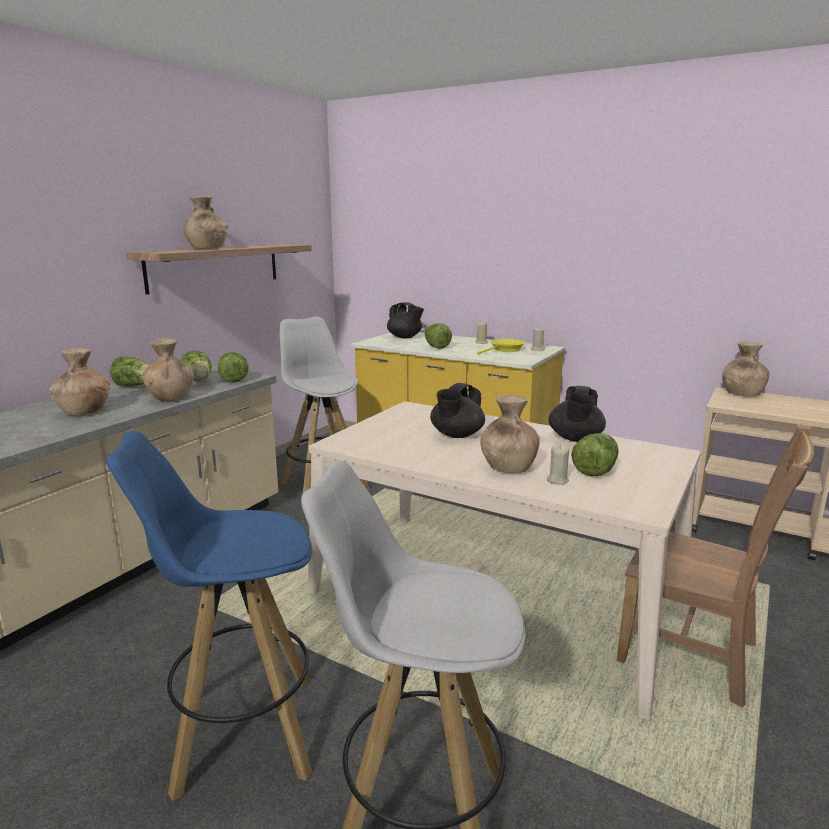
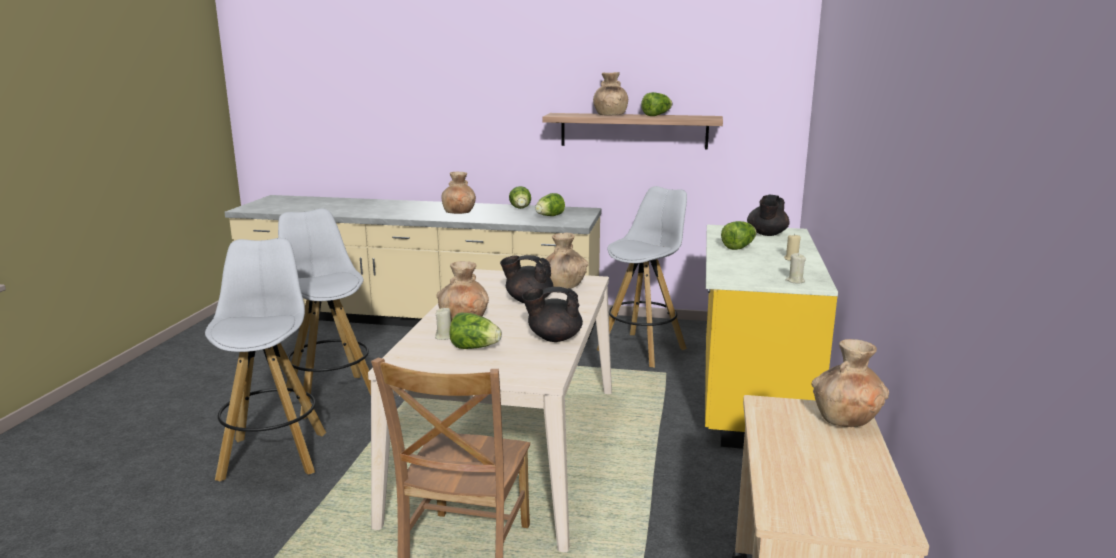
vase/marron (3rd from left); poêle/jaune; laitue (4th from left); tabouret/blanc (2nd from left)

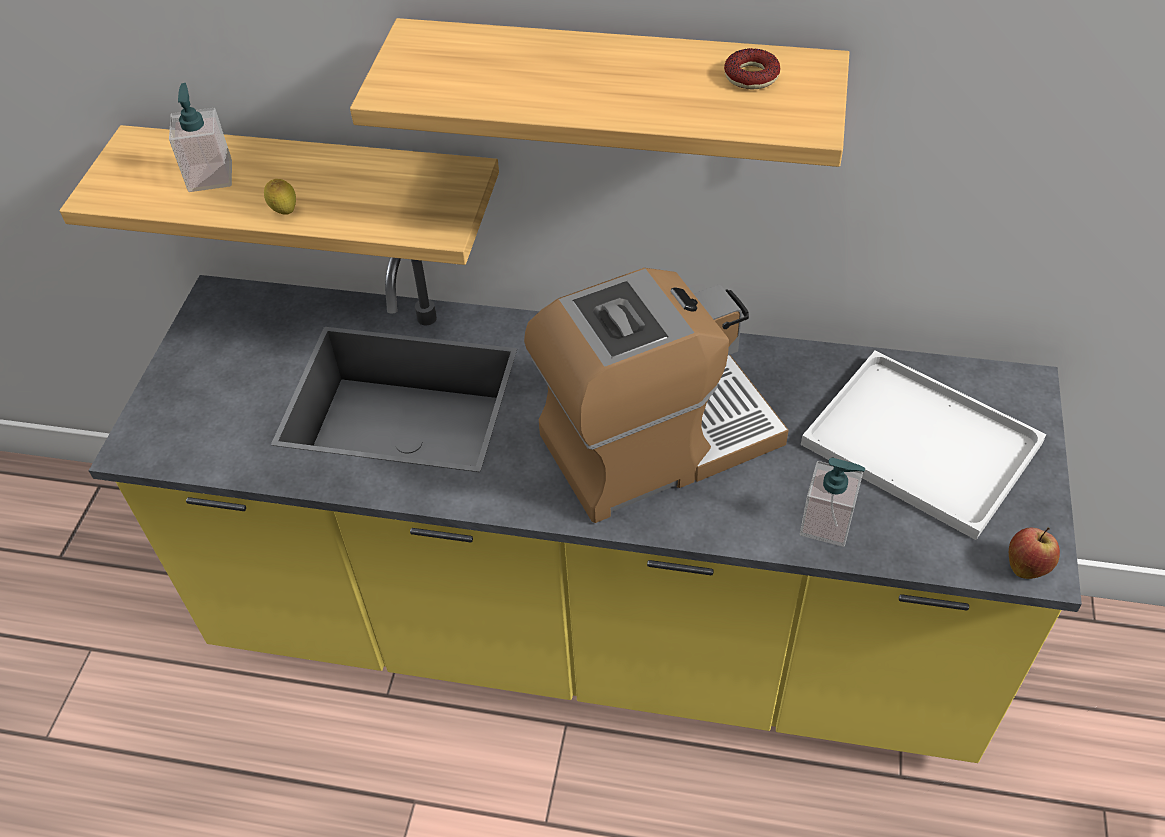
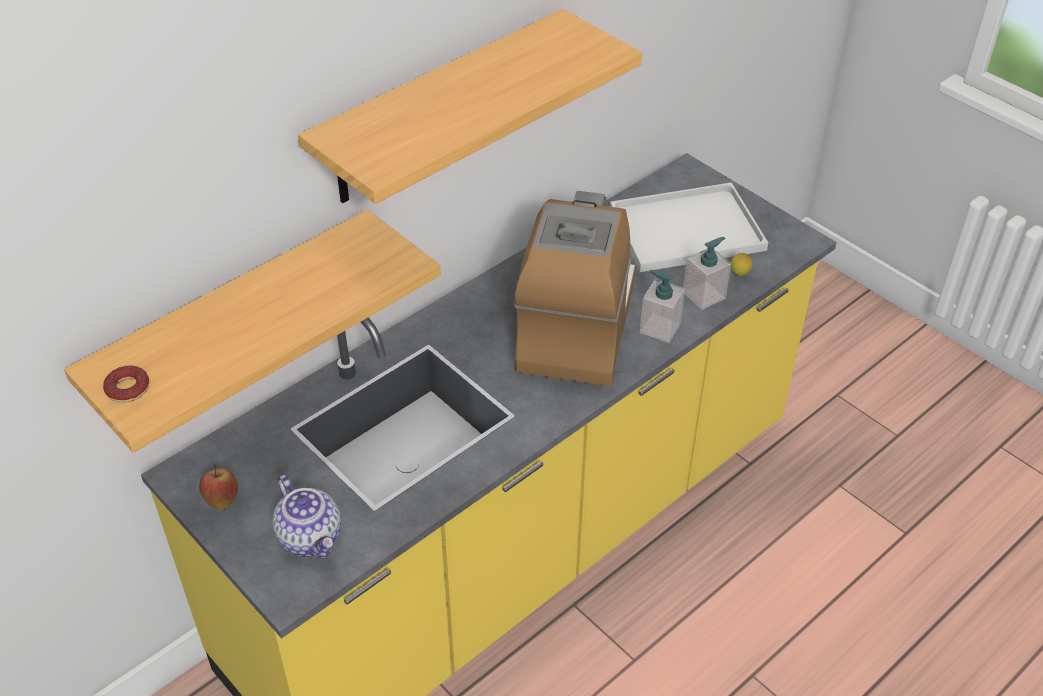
beignet; distributeur de savon (1st from left); citron; pomme; théière

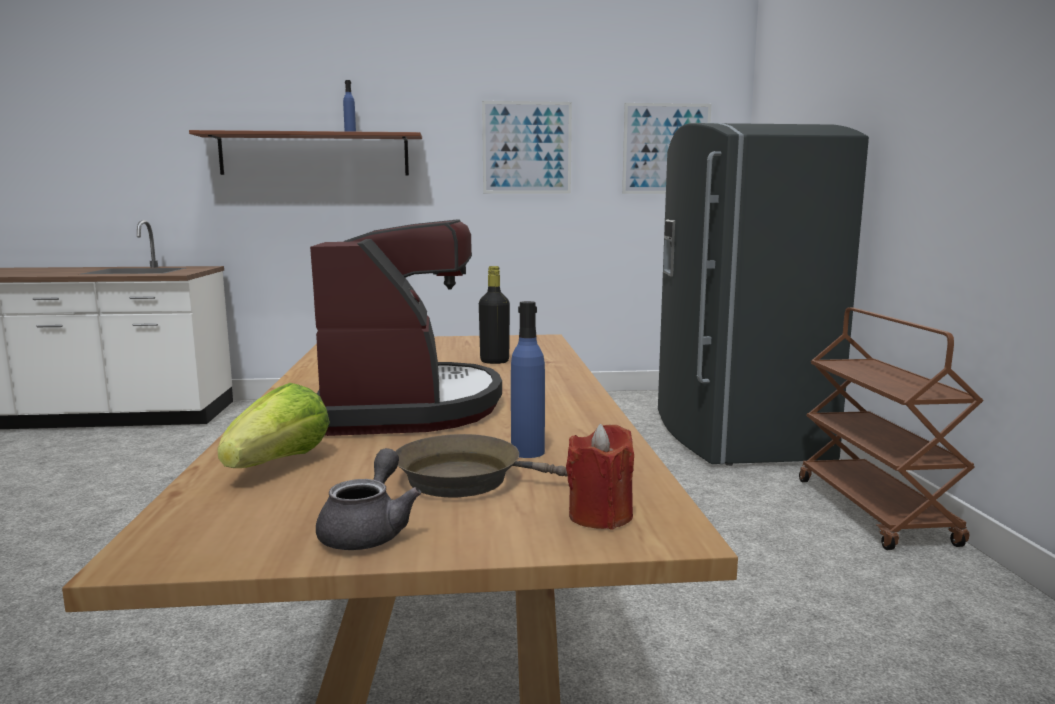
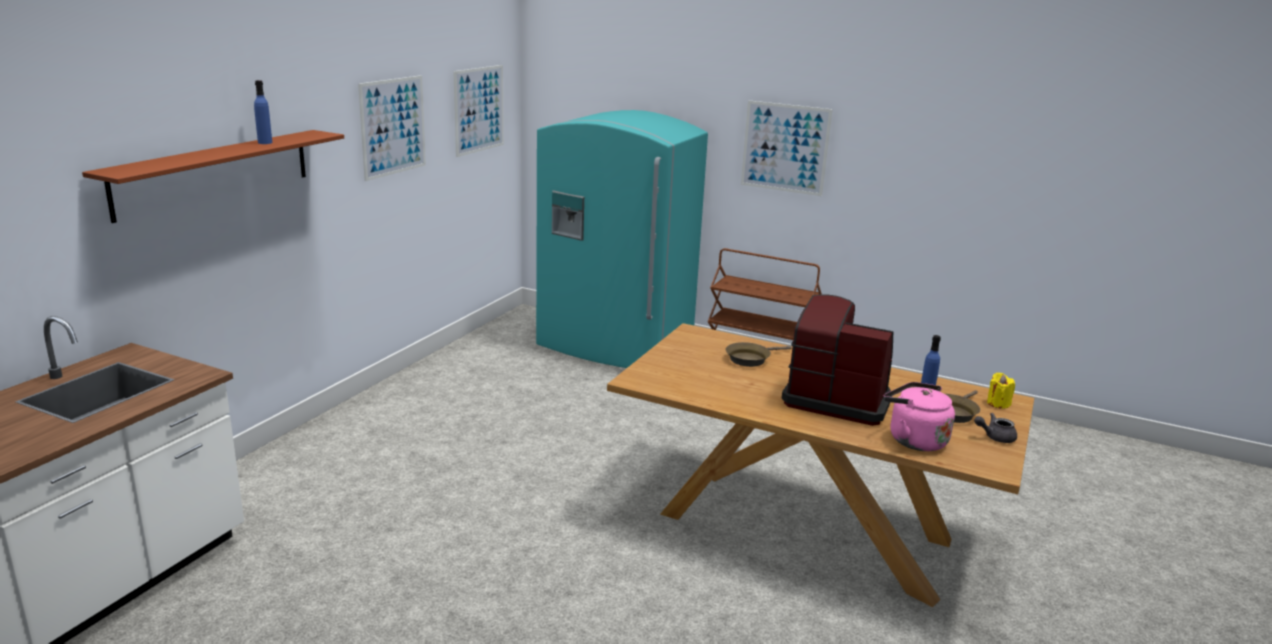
réfrigérateur/turquoise; poêle/marron (1st from left); bouilloire/rose; bougie/jaune; théière/gris; tableau (3rd from left)

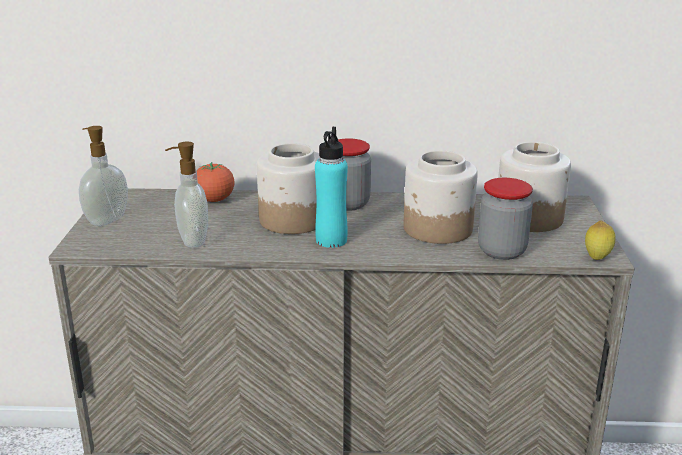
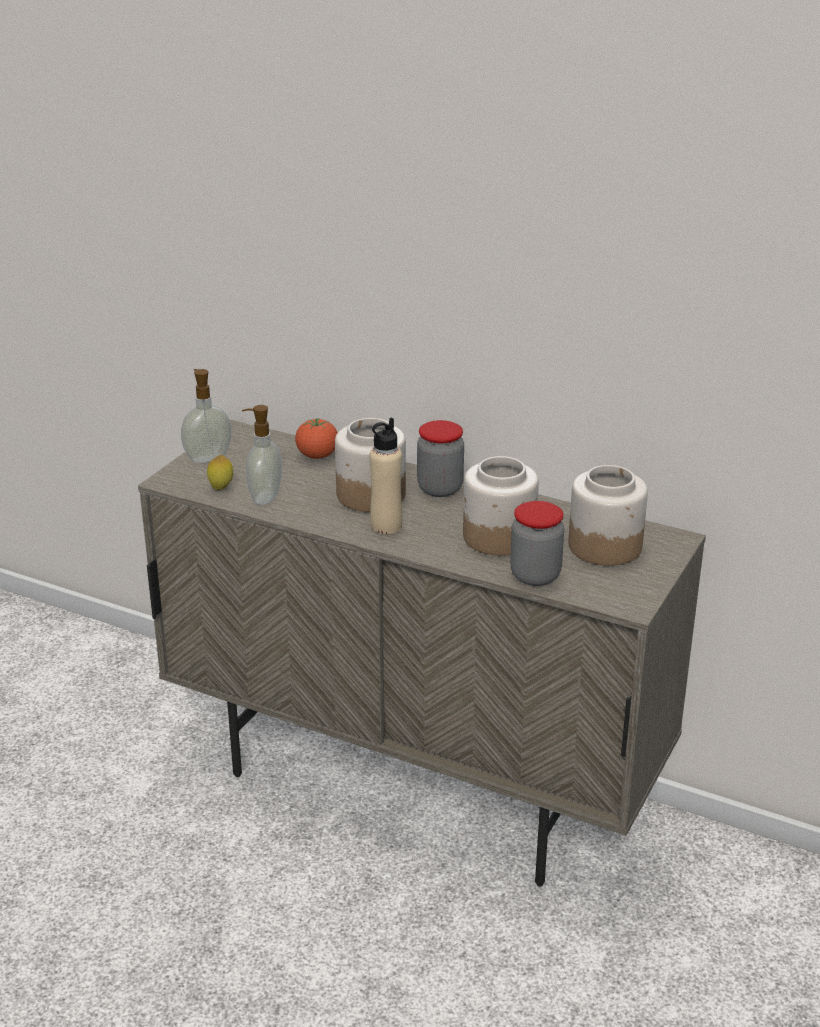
bouteille/beige; citron

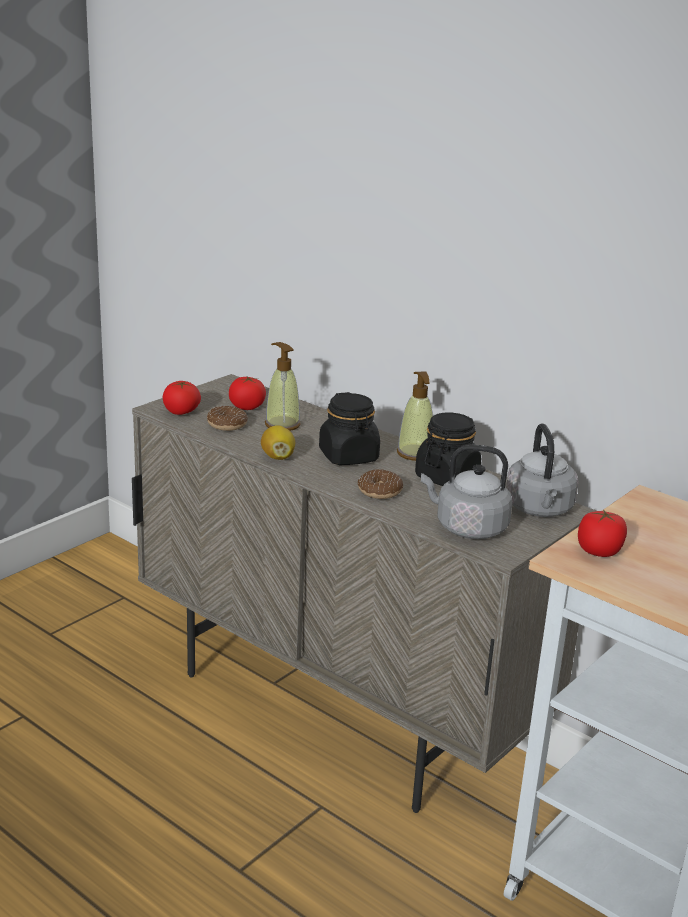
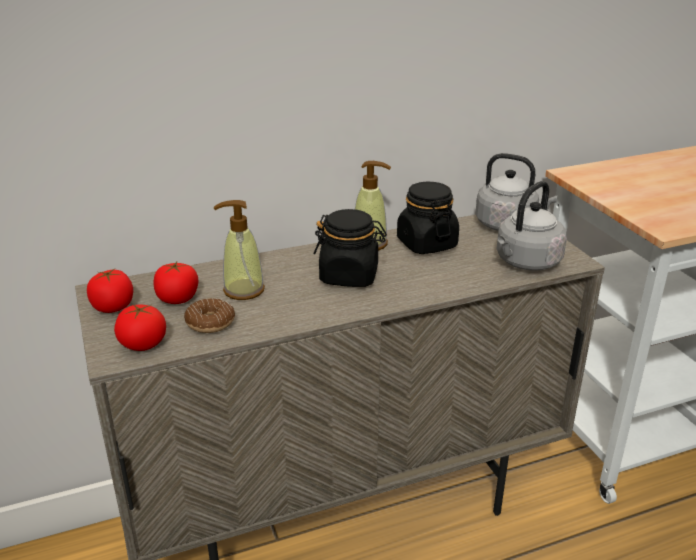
citron; beignet (2nd from left in the first image); tomate (1st from left)

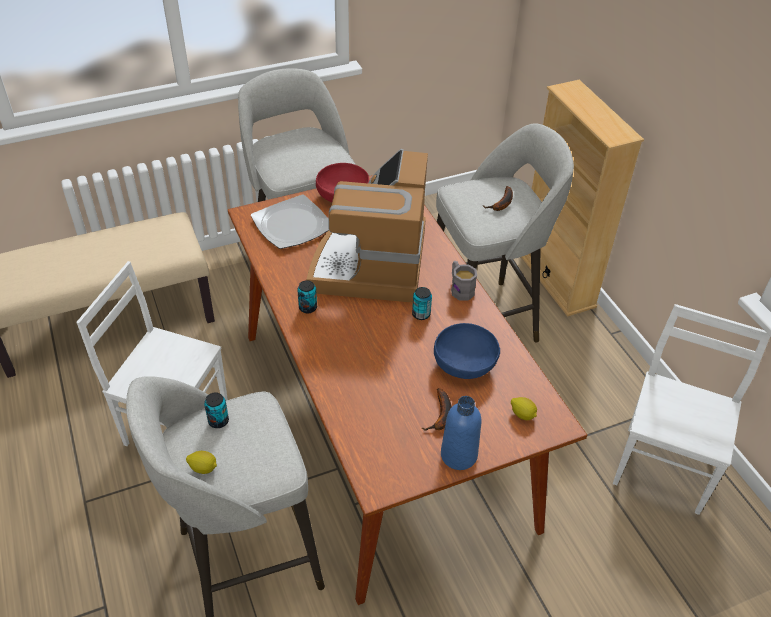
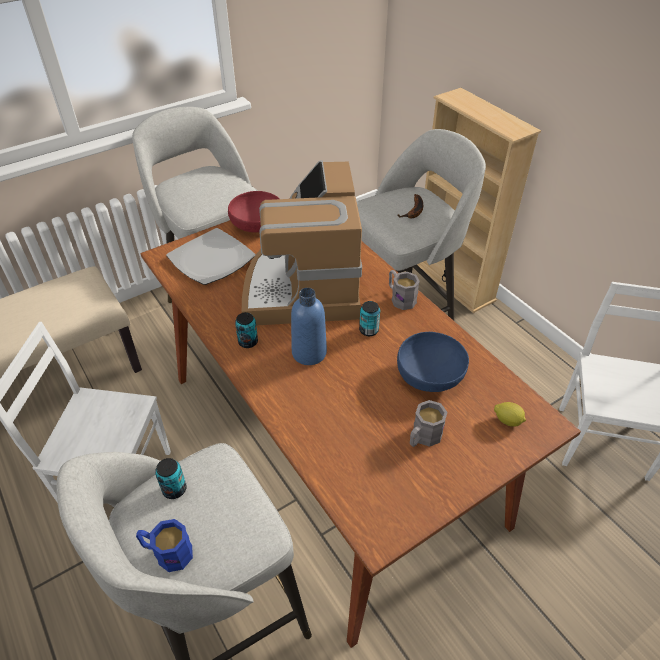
mug/gris (2nd from left); bouteille/bleu; mug/bleu

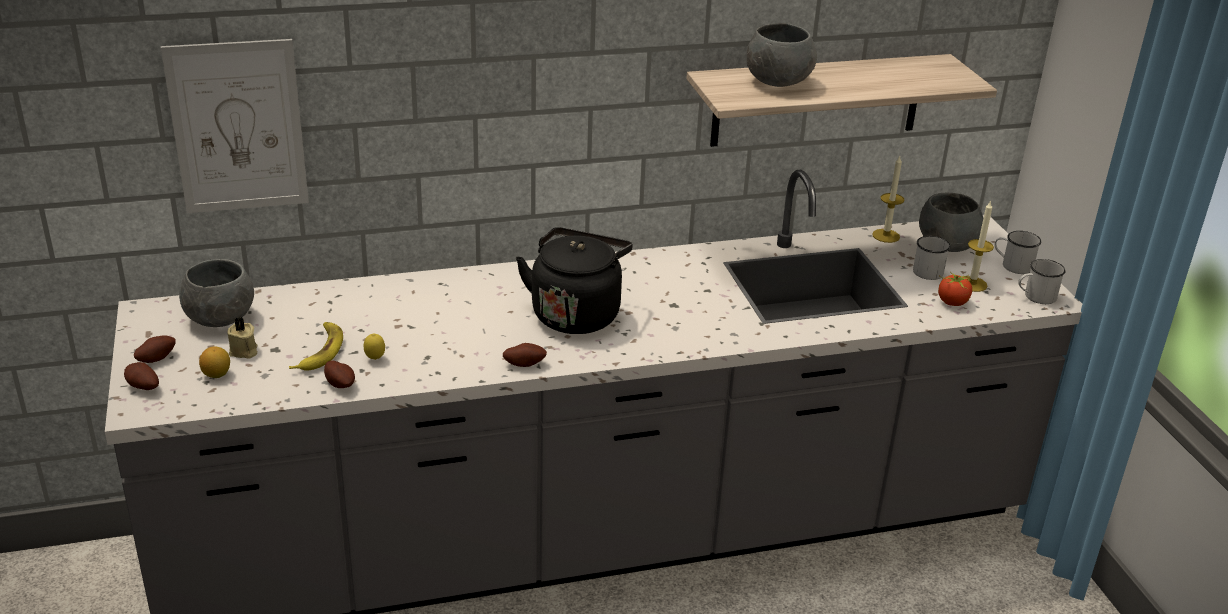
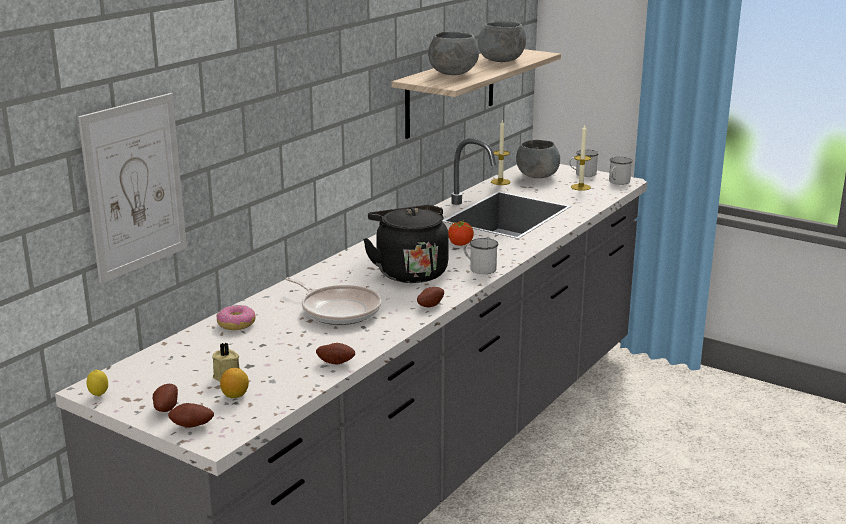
mug/blanc (1st from left); bol/gris (2nd from left); tomate; banane; citron (1st from left); poêle; beignet

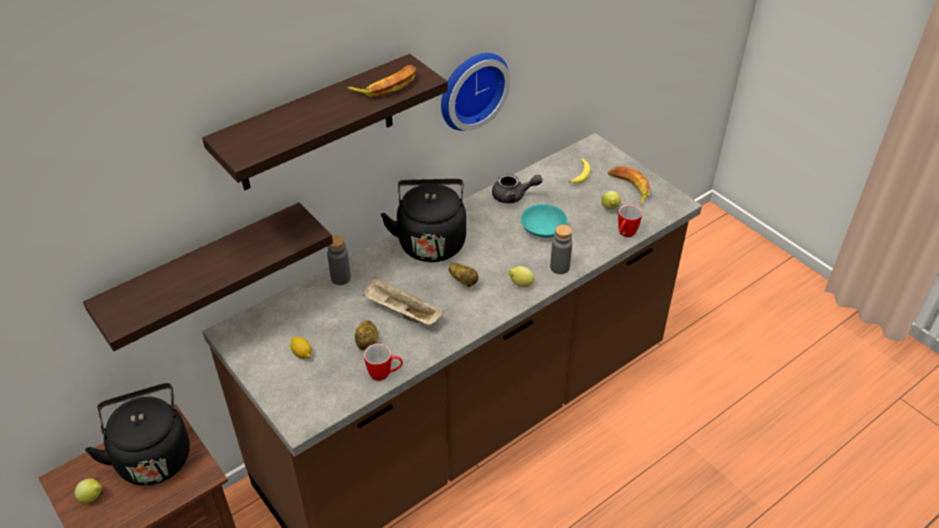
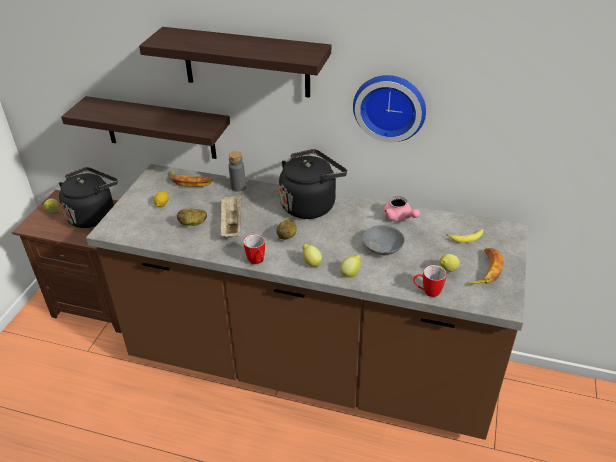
banane (1st from left); théière/rose; bol/gris; citron (4th from left); mug (1st from left)

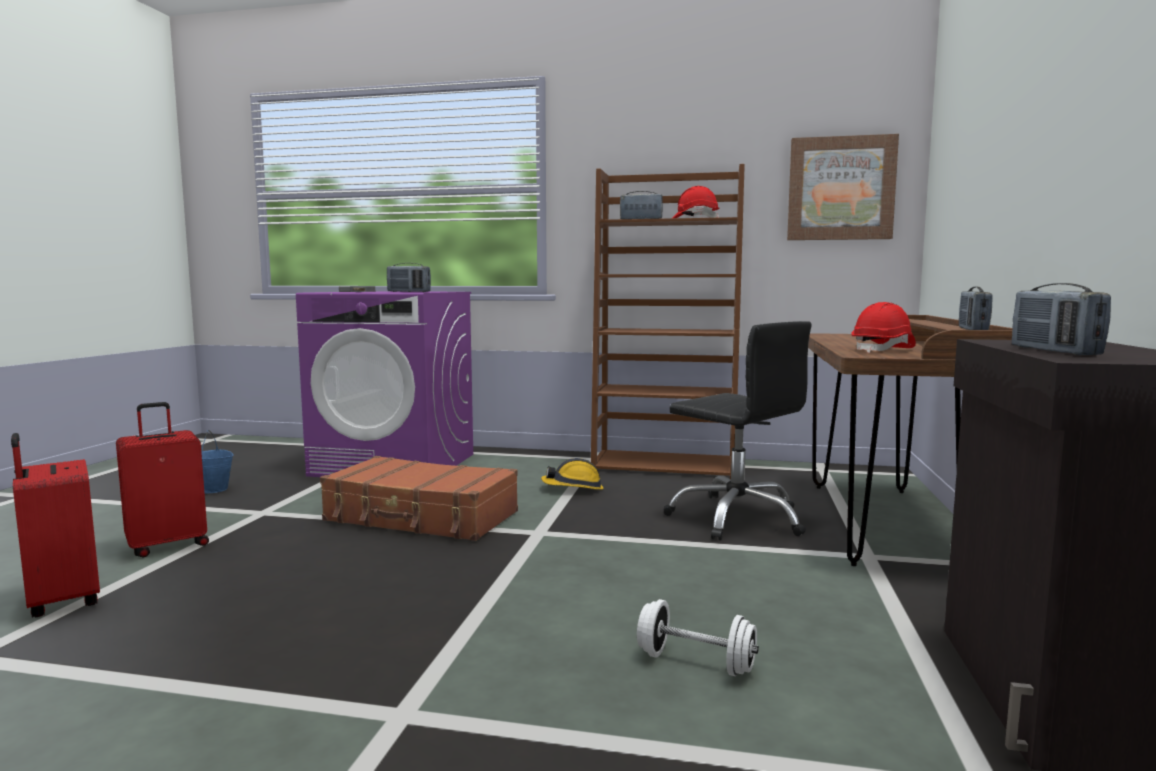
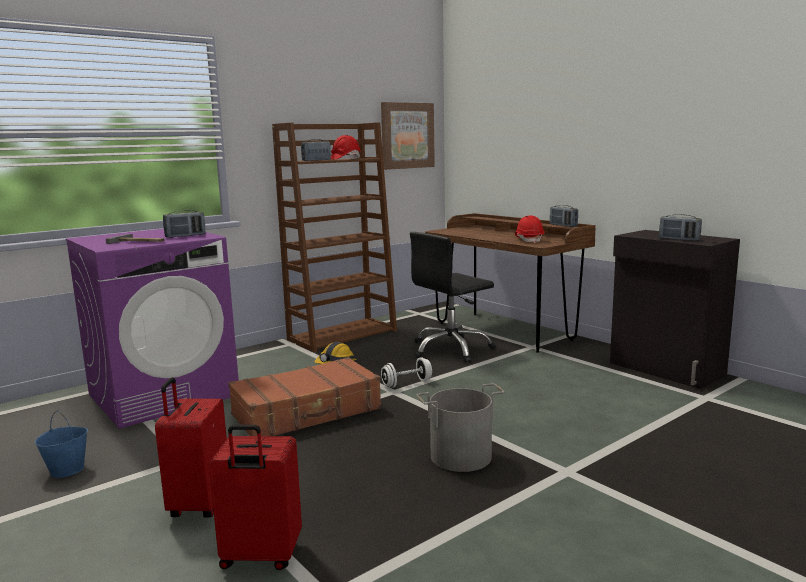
chaise de bureau/noir; haltère/blanc; seau/gris

